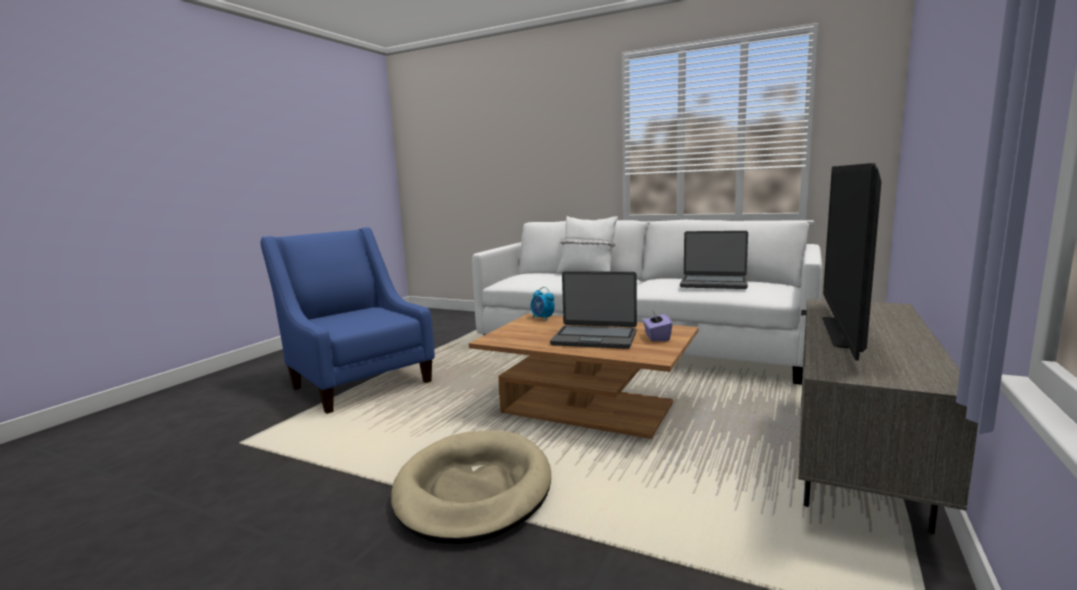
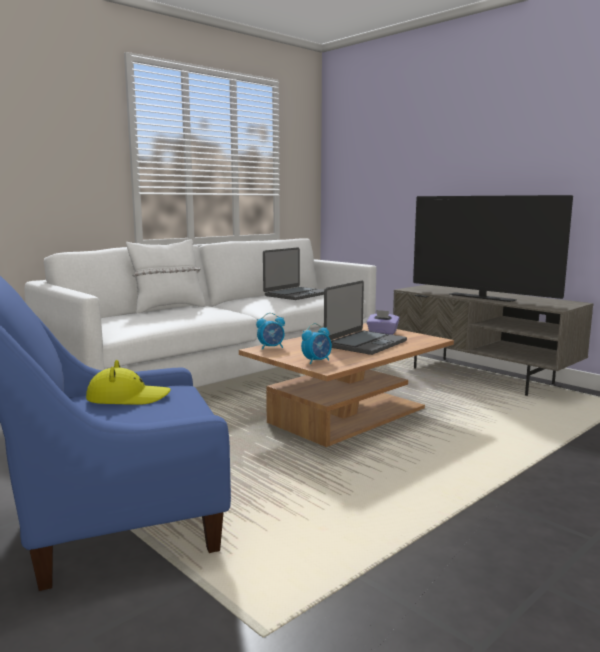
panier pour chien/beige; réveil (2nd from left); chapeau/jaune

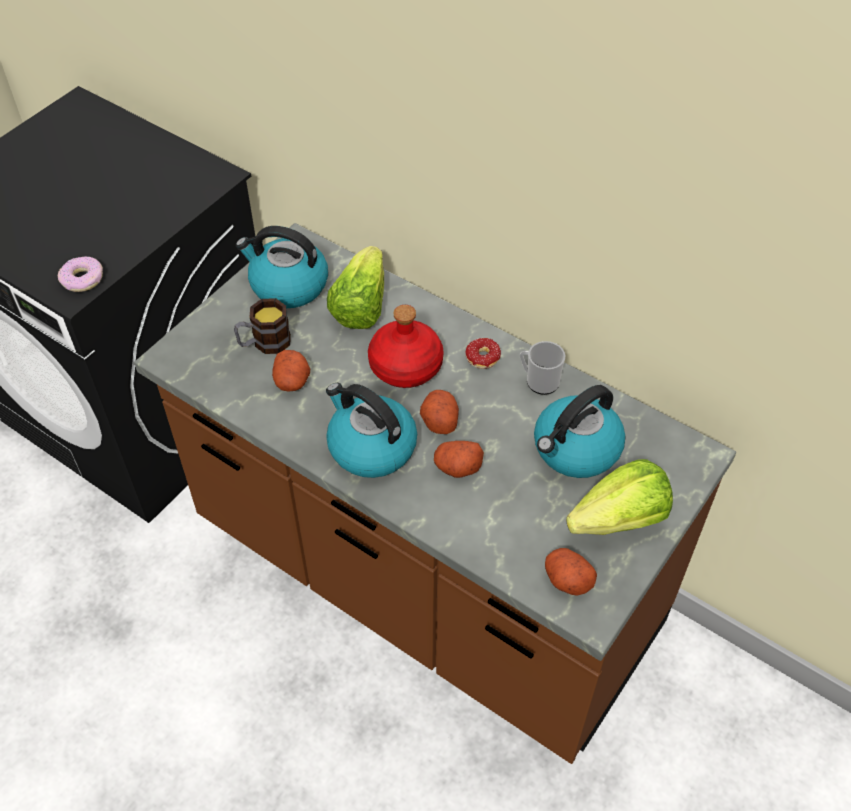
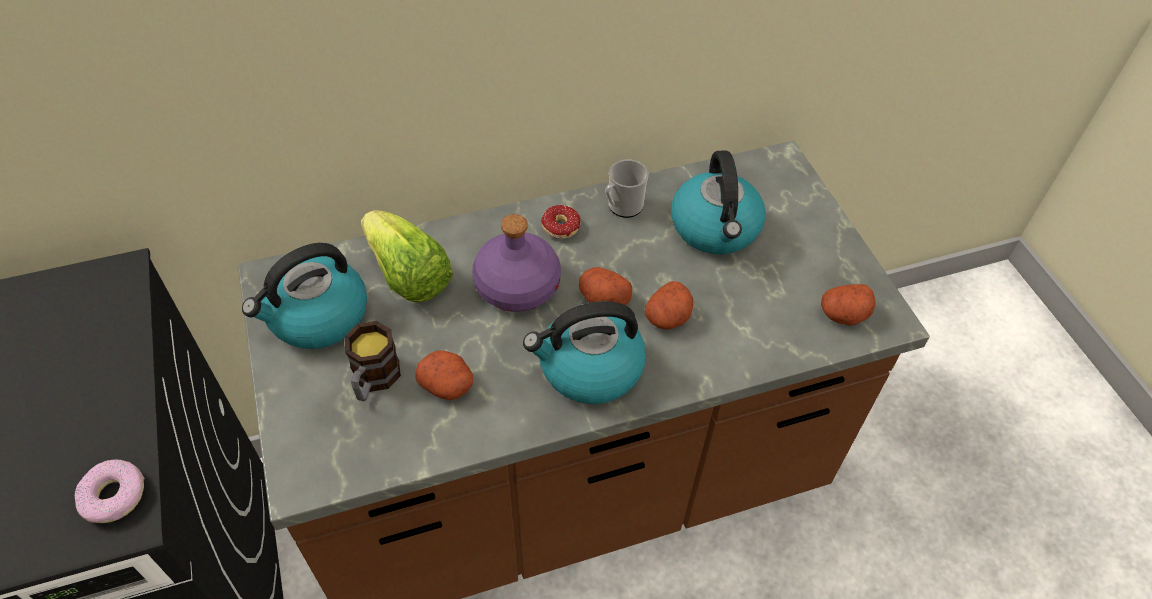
bouteille/violet; laitue (2nd from left in the first image)

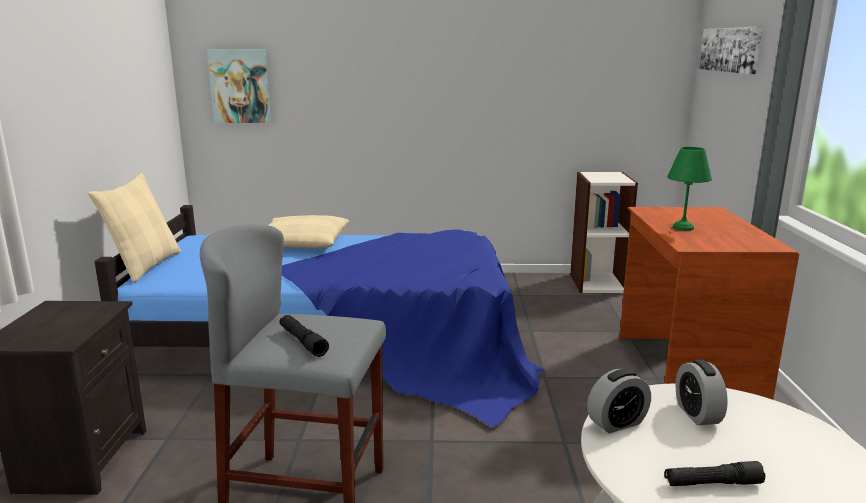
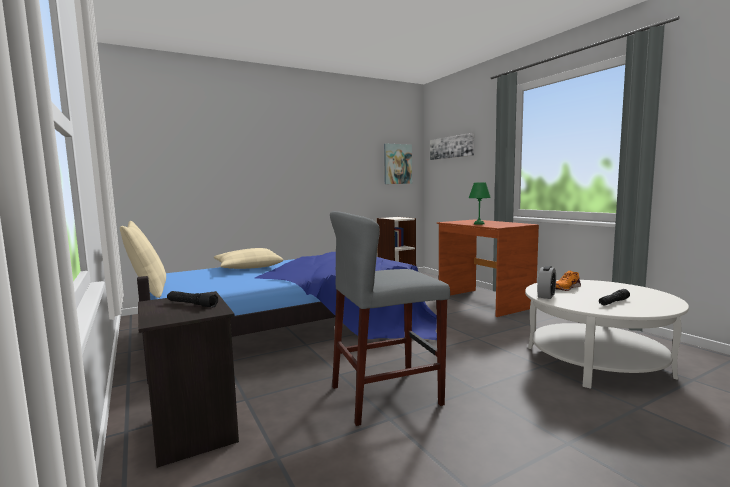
tableau (1st from left); lampe de poche/noir (1st from left); chaussure/orange

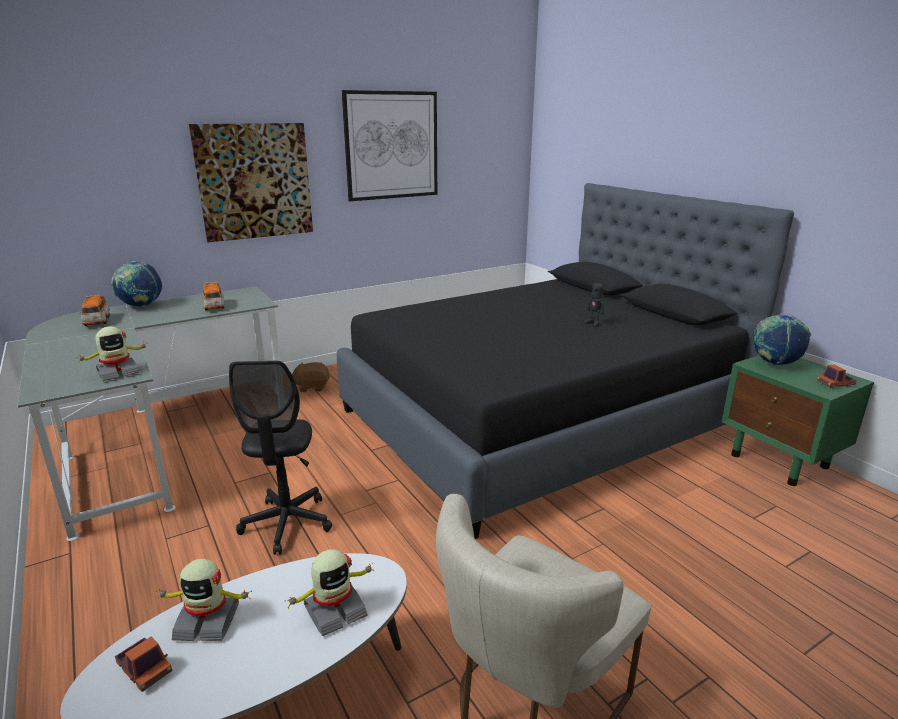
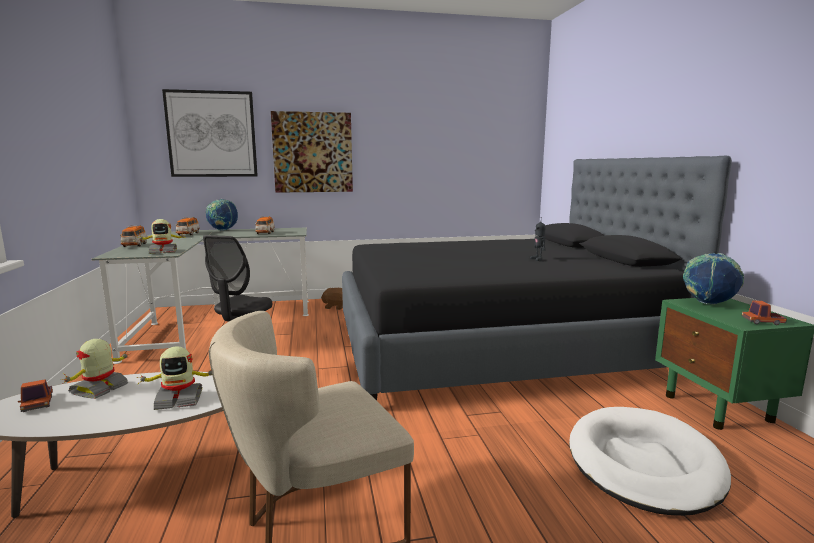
tableau (1st from left); robot jouet (1st from left); petite voiture (1st from left); panier pour chien/blanc

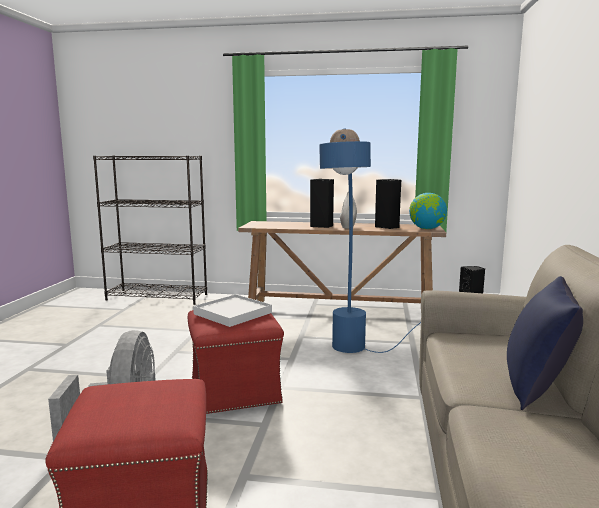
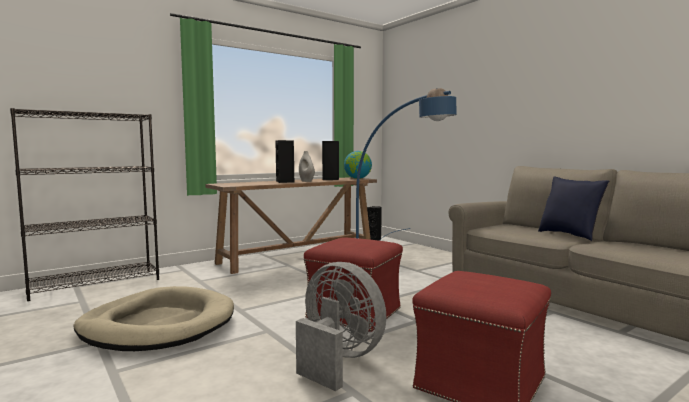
plateau/blanc; panier pour chien/beige

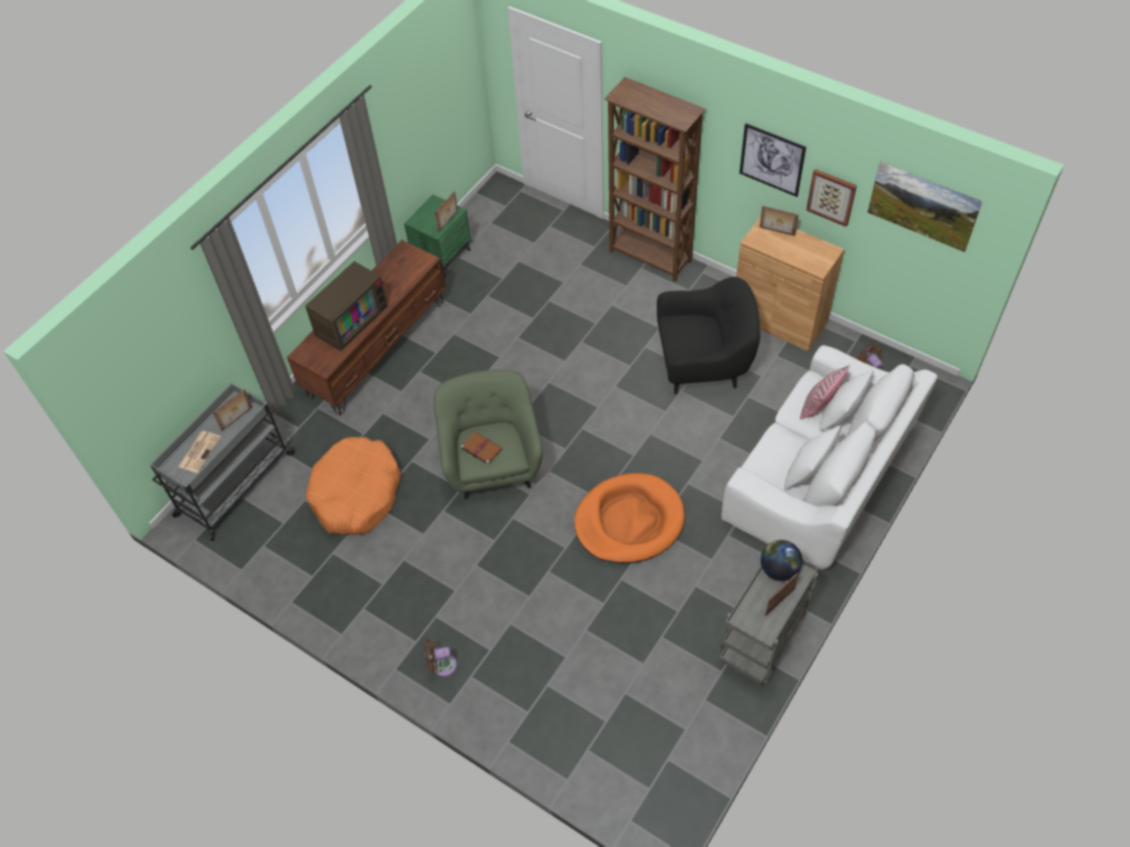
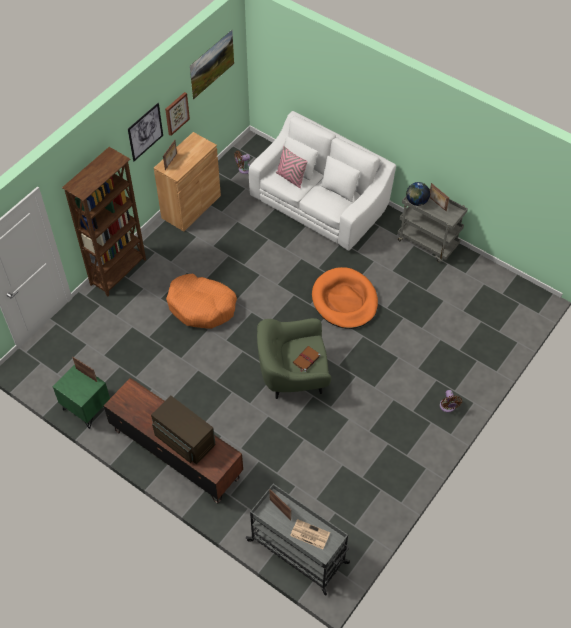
fauteuil/noir; panier pour chien/orange (1st from left)

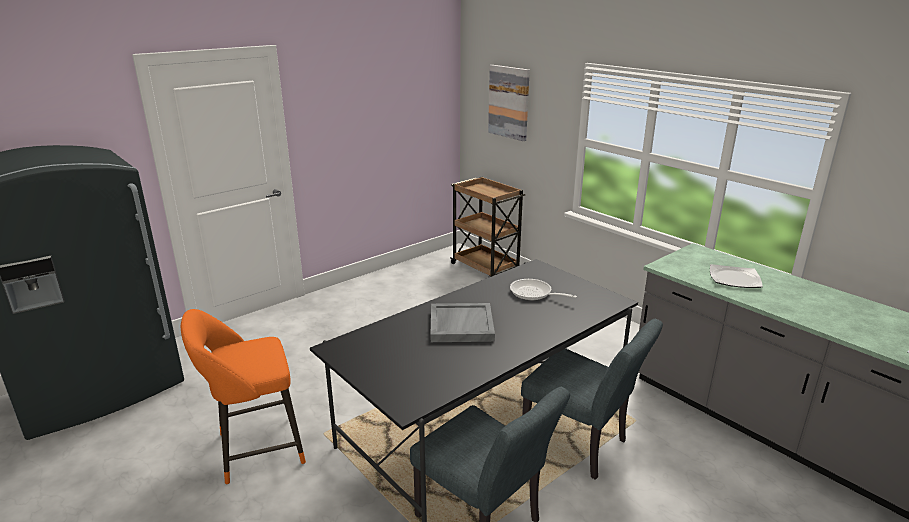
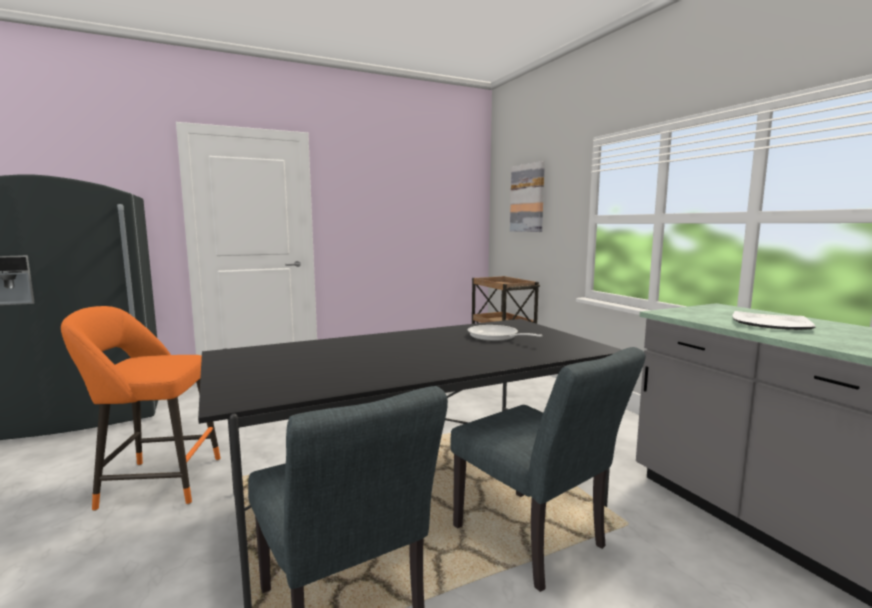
plateau/gris

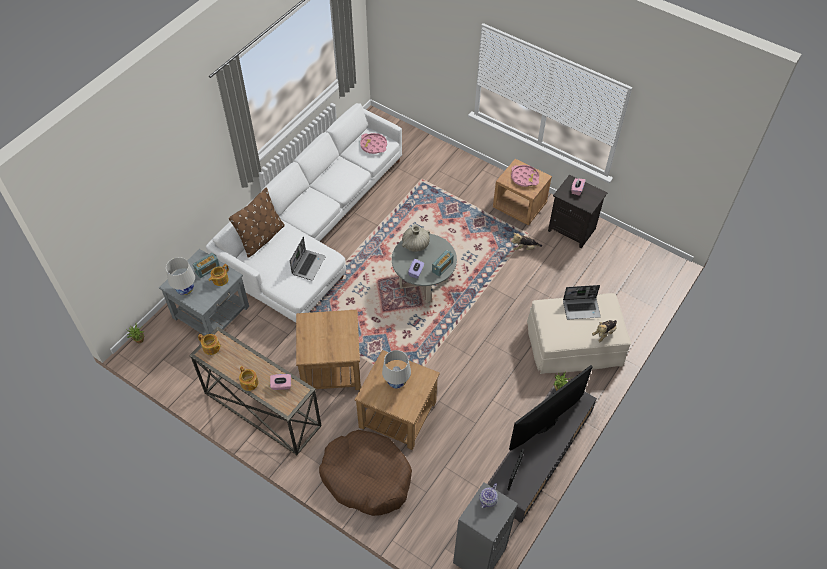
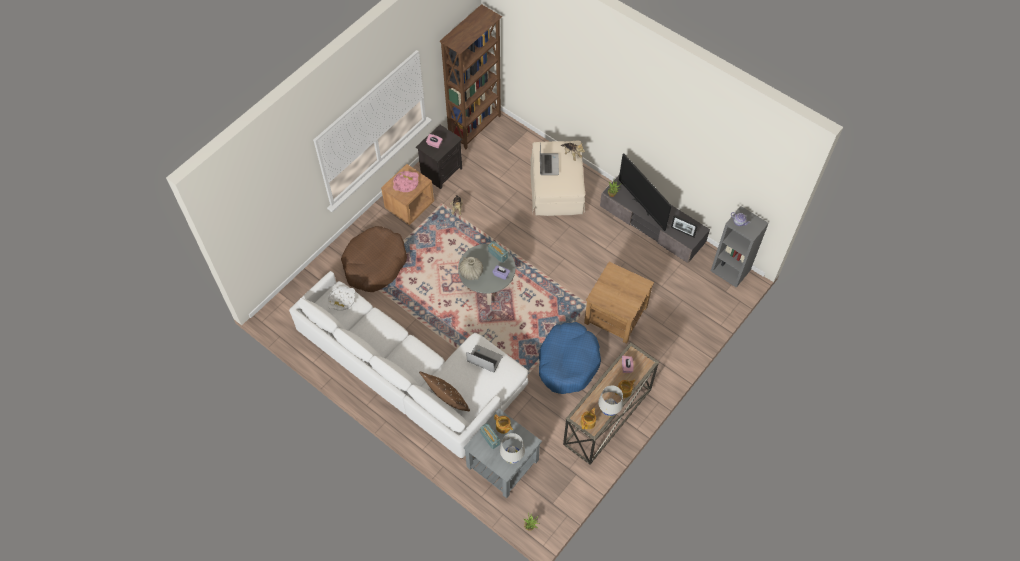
plateau/blanc; panier pour chien/bleu; lampe de table/blanc (2nd from left); panier pour chien/marron; bibliothèque/marron

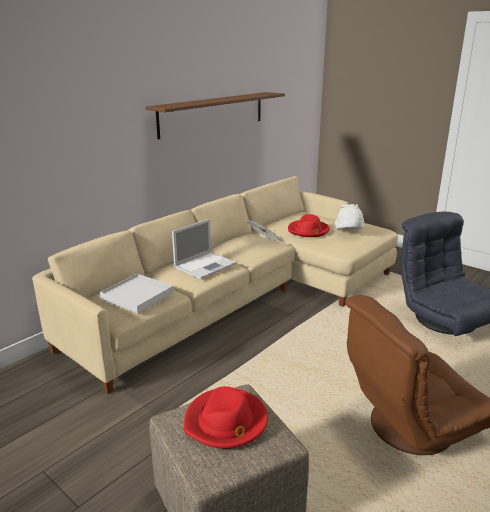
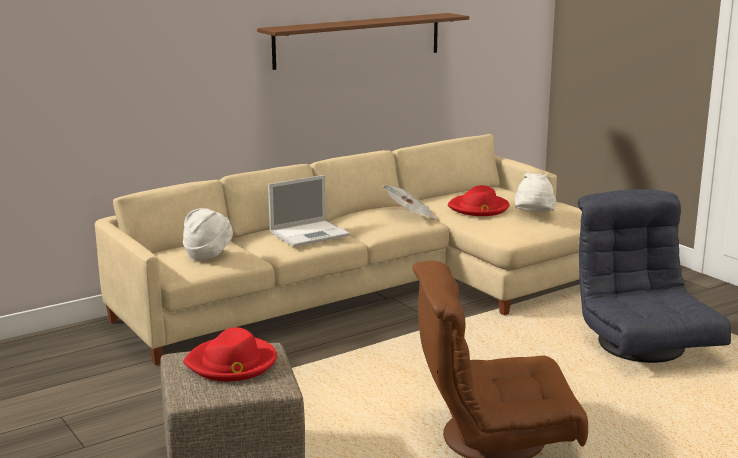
chapeau/blanc (1st from left)

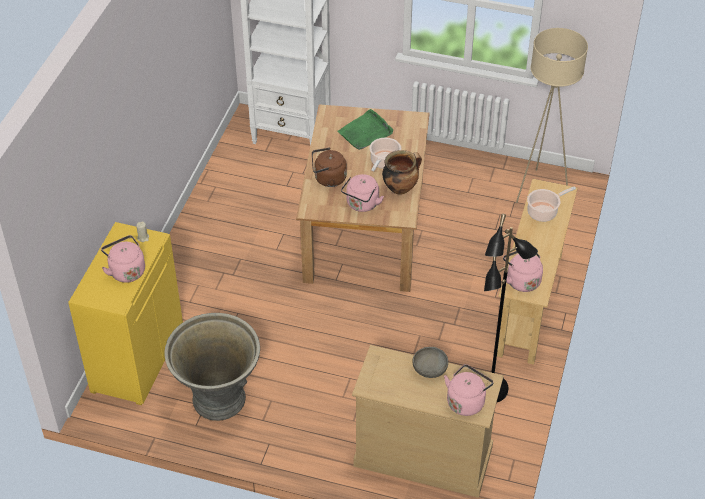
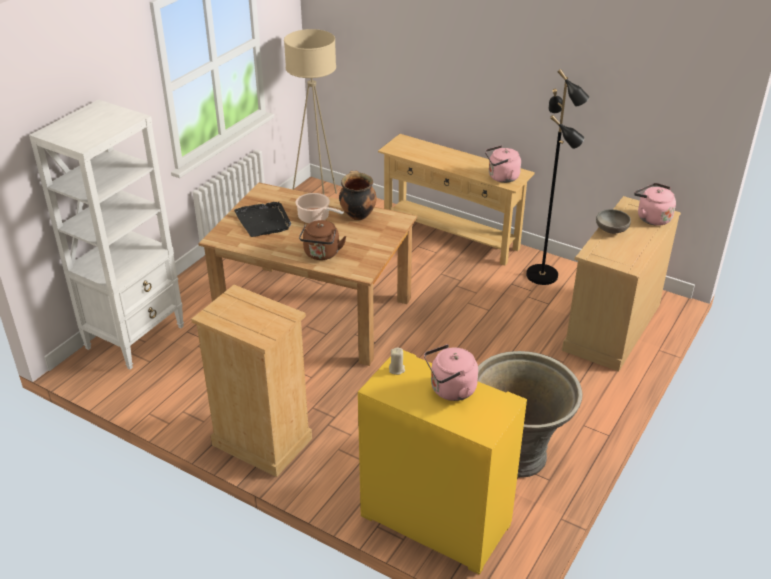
plateau/noir; bouilloire/rose (2nd from left in the first image); marmite (3rd from left in the first image); commode/beige (1st from left)

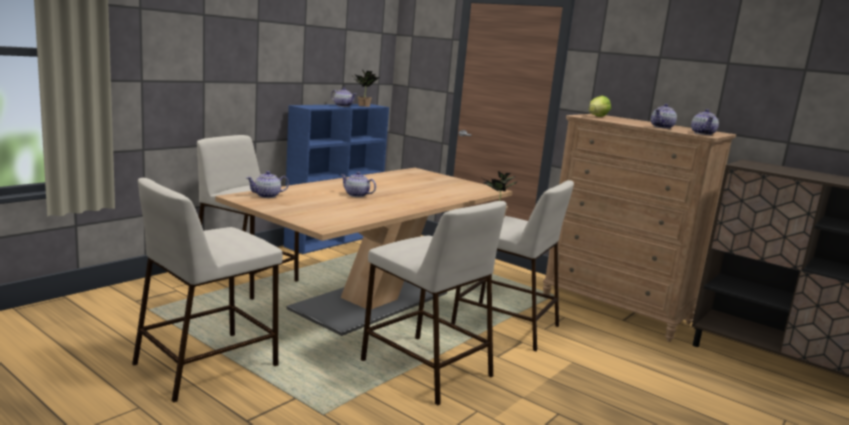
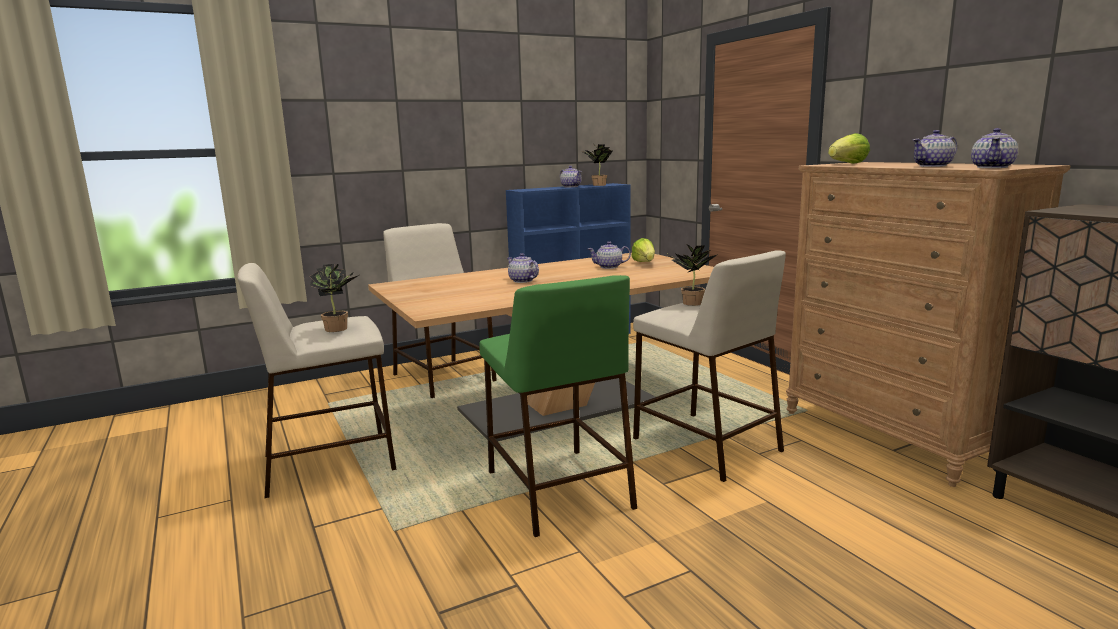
théière (3rd from left); tabouret/vert; laitue (1st from left); plante en pot (1st from left)

